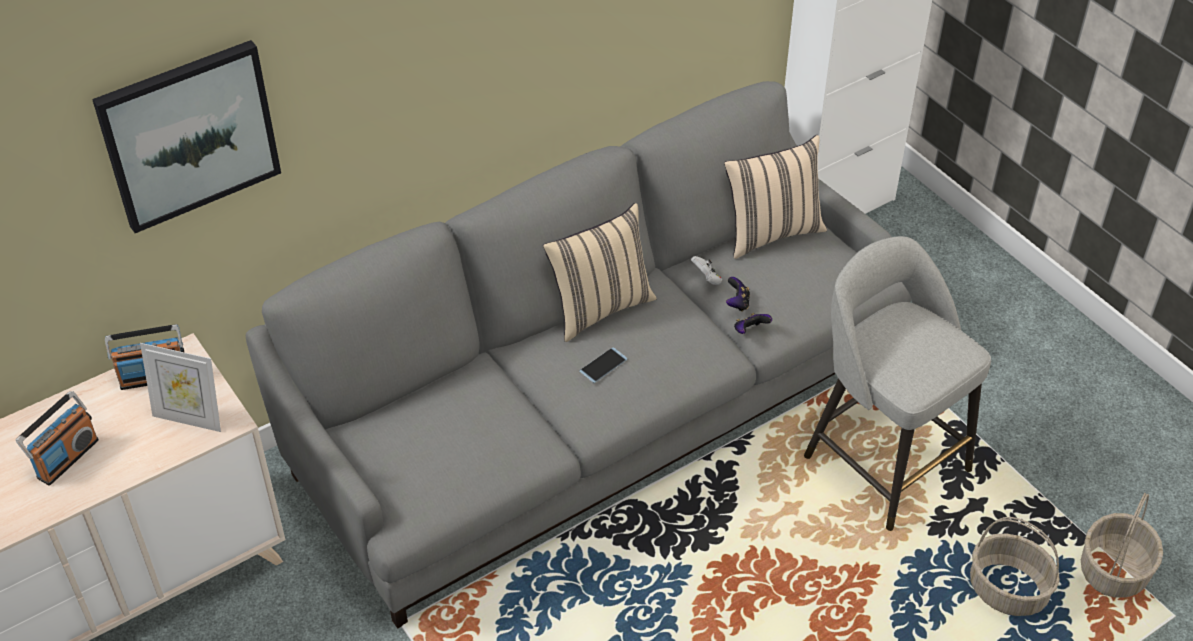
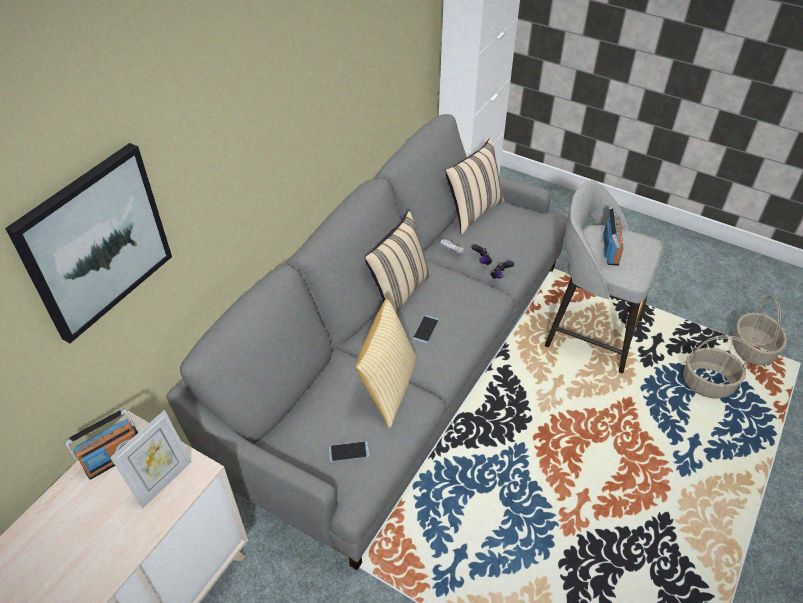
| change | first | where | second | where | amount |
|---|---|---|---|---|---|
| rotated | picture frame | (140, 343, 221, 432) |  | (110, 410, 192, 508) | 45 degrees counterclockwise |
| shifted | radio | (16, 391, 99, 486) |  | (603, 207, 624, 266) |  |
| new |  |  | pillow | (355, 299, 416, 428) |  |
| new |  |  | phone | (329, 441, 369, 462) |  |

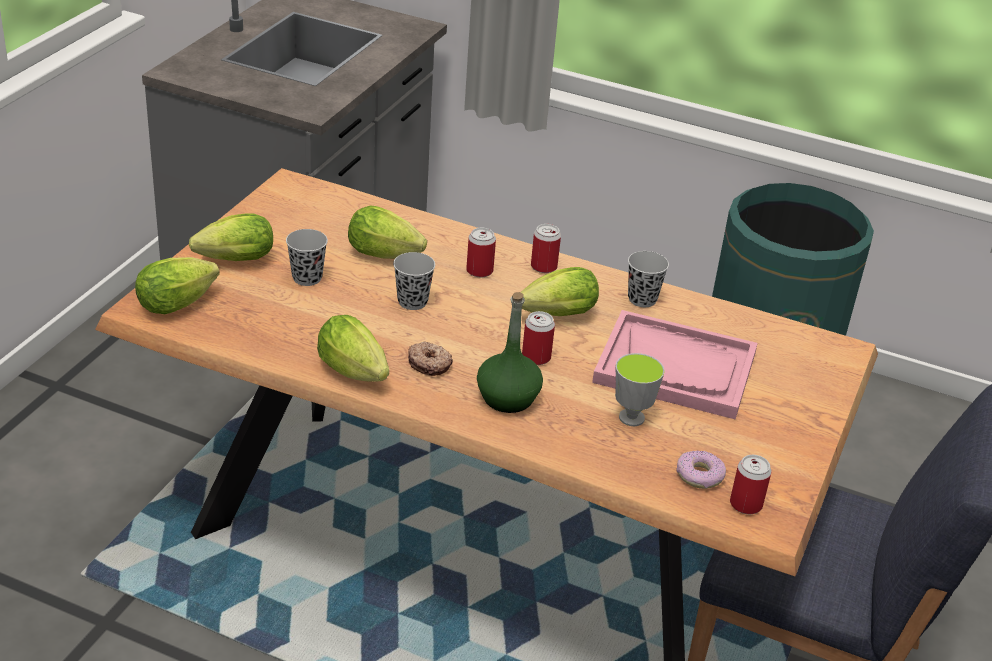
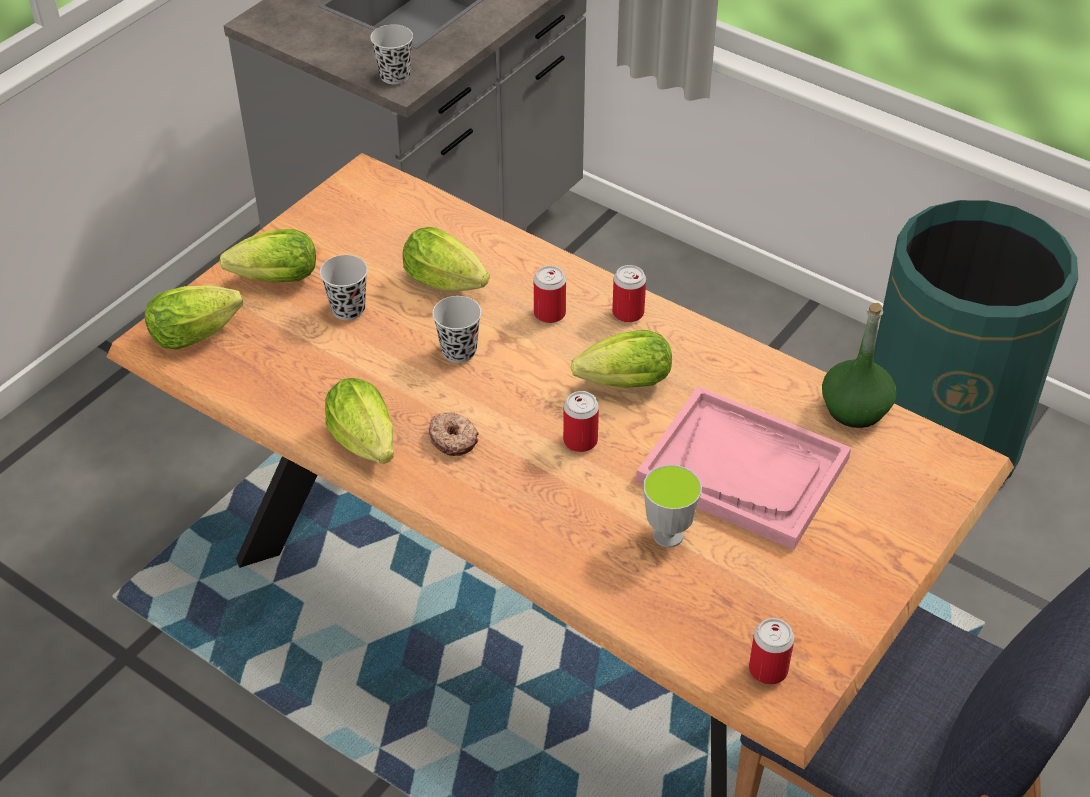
| change | first | where | second | where | amount |
|---|---|---|---|---|---|
| shifted | black cup | (628, 251, 669, 307) |  | (370, 24, 413, 84) |  |
| shifted | green bottle | (477, 292, 543, 413) |  | (822, 303, 896, 428) |  |
| gone | donut | (676, 450, 726, 489) |  |  |  |

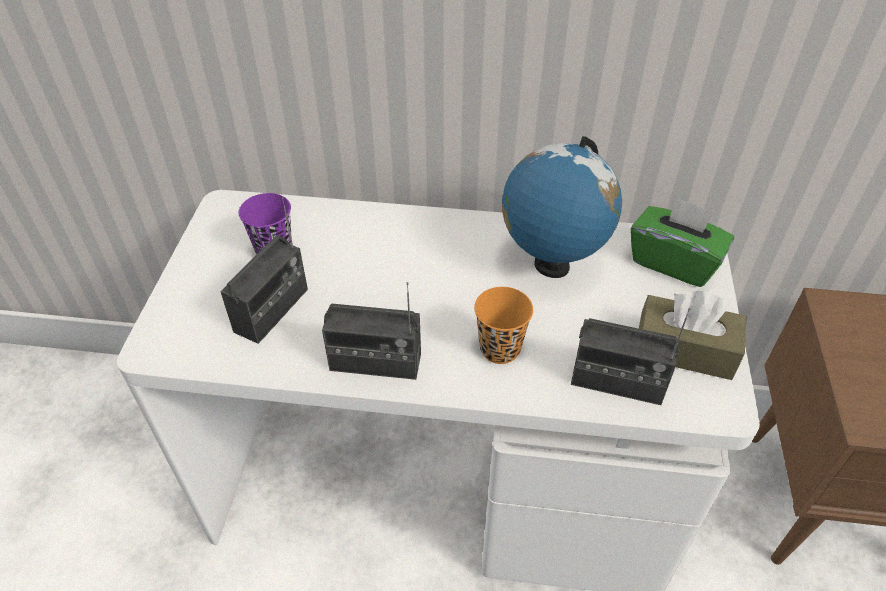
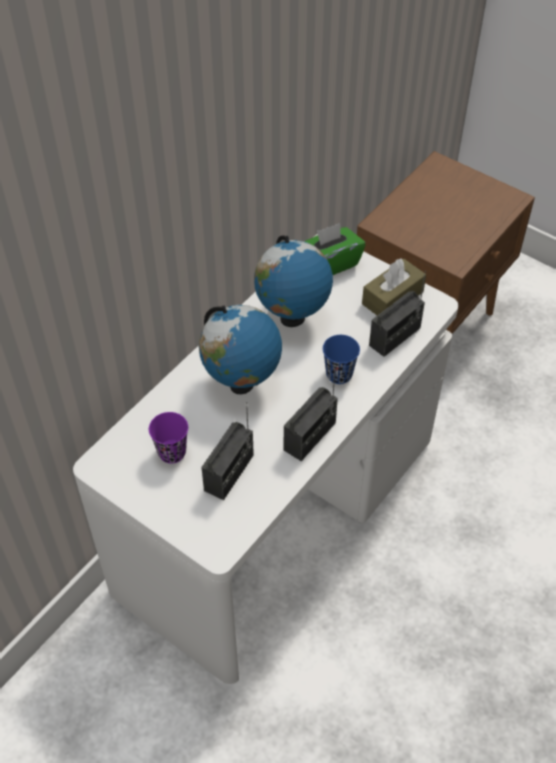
| change | first | where | second | where | amount |
|---|---|---|---|---|---|
| rotated | radio | (221, 197, 308, 344) |  | (201, 402, 254, 500) | 60 degrees clockwise |
| repainted | orange cup | (474, 287, 533, 364) | blue cup | (323, 335, 360, 384) |  |
| new |  |  | globe | (199, 305, 282, 394) |  |

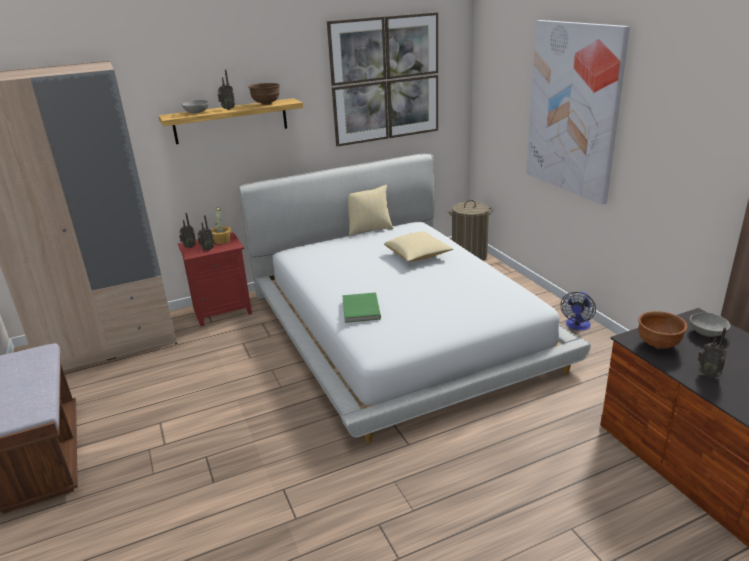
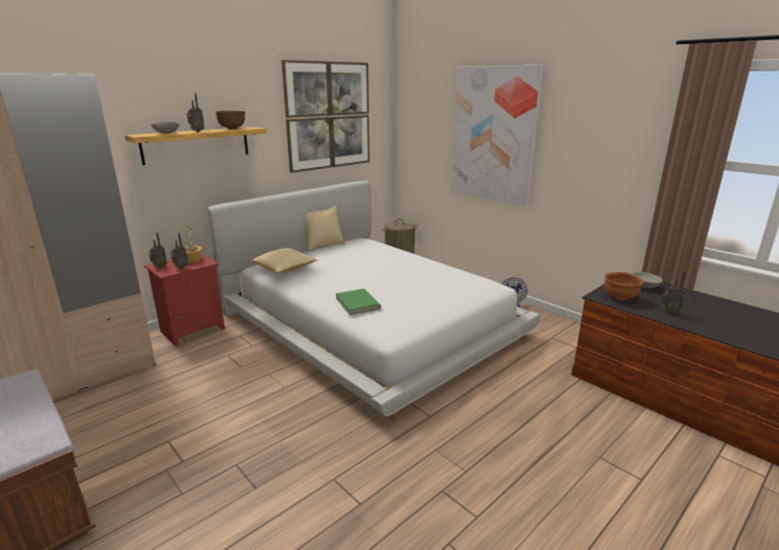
| change | first | where | second | where | amount |
|---|---|---|---|---|---|
| shifted | pillow | (384, 232, 453, 262) |  | (253, 248, 317, 273) |  |

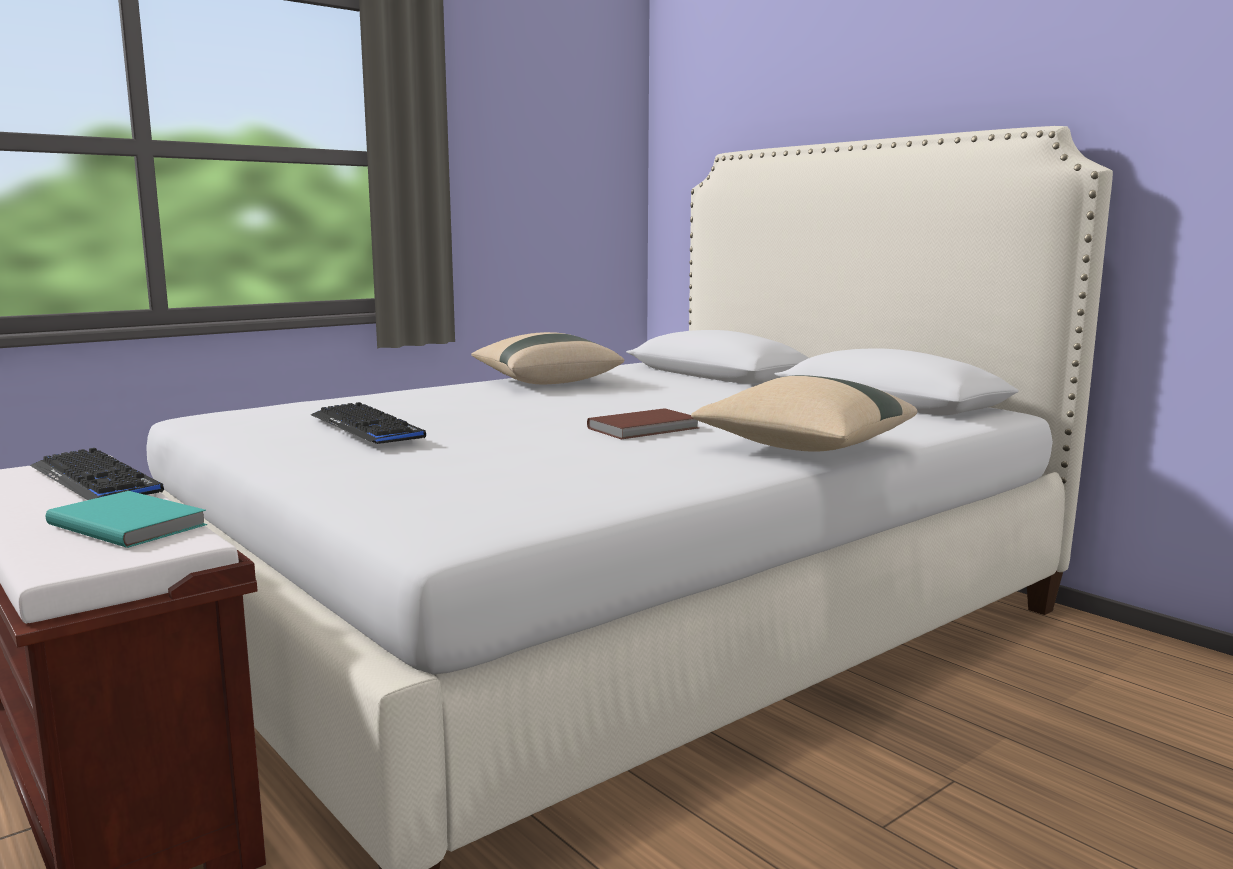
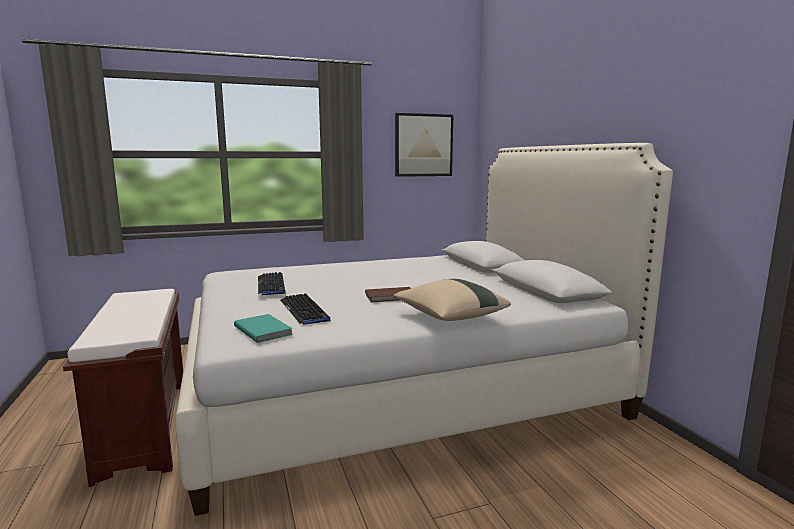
| change | first | where | second | where | amount |
|---|---|---|---|---|---|
| gone | beige pillow | (471, 332, 624, 384) |  |  |  |
| shifted | keyboard | (30, 448, 164, 500) |  | (281, 293, 330, 325) |  |
| shifted | turquoise book | (46, 491, 207, 548) |  | (234, 314, 293, 343) |  |
| new |  |  | picture | (395, 113, 453, 177) |  |

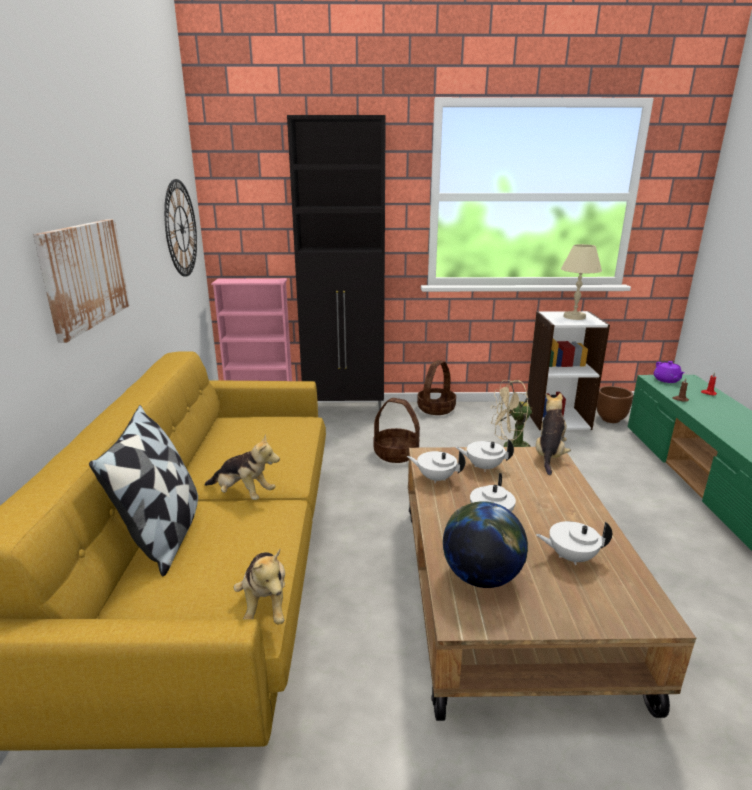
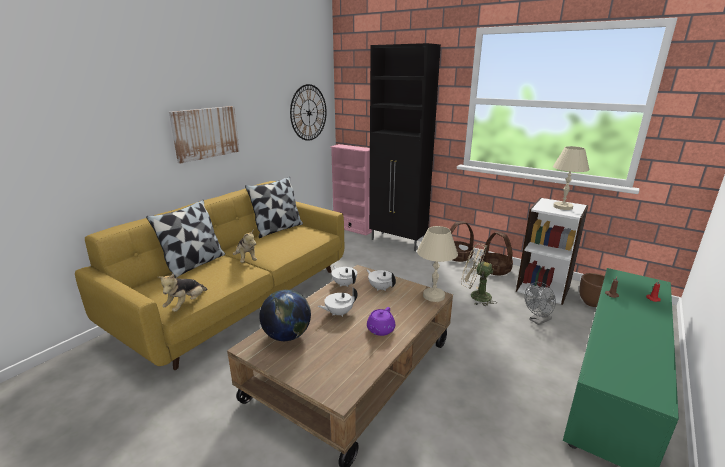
| change | first | where | second | where | amount |
|---|---|---|---|---|---|
| shifted | purple teapot | (654, 361, 685, 383) |  | (367, 307, 395, 336) |  |
| swapped | plush toy | (536, 393, 571, 475) | beige table lamp | (417, 226, 458, 302) |  |
| shifted | basket | (374, 398, 420, 463) |  | (481, 232, 513, 275) |  |
| gone | white teapot | (536, 521, 612, 565) |  |  |  |
| new |  |  | pillow | (245, 177, 303, 238) |  |
| new |  |  | grey fan | (525, 282, 556, 325) |  |

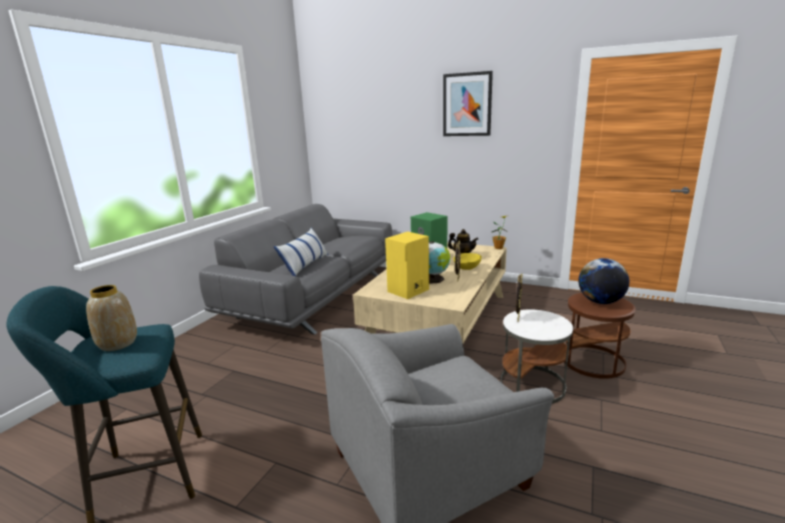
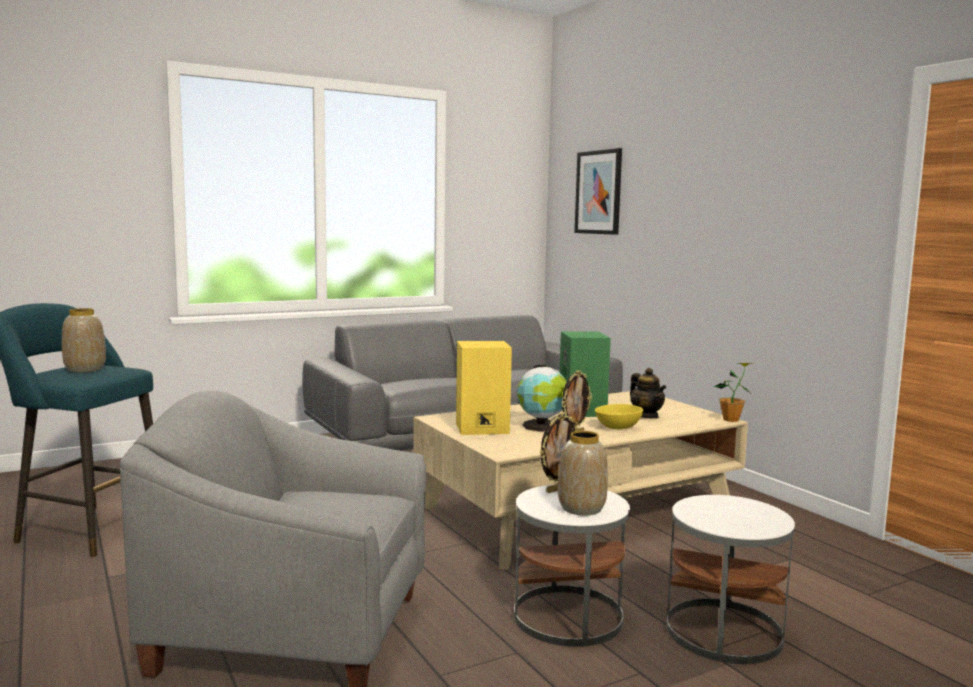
| change | first | where | second | where | amount |
|---|---|---|---|---|---|
| shifted | picture | (443, 71, 493, 136) |  | (575, 148, 622, 235) |  |
| gone | pillow | (274, 228, 329, 276) |  |  |  |
| gone | globe | (578, 258, 629, 304) |  |  |  |
| repainted | brown side table | (564, 293, 636, 379) | white side table | (666, 495, 795, 664) |  |
| new |  |  | vase | (558, 431, 608, 516) |  |

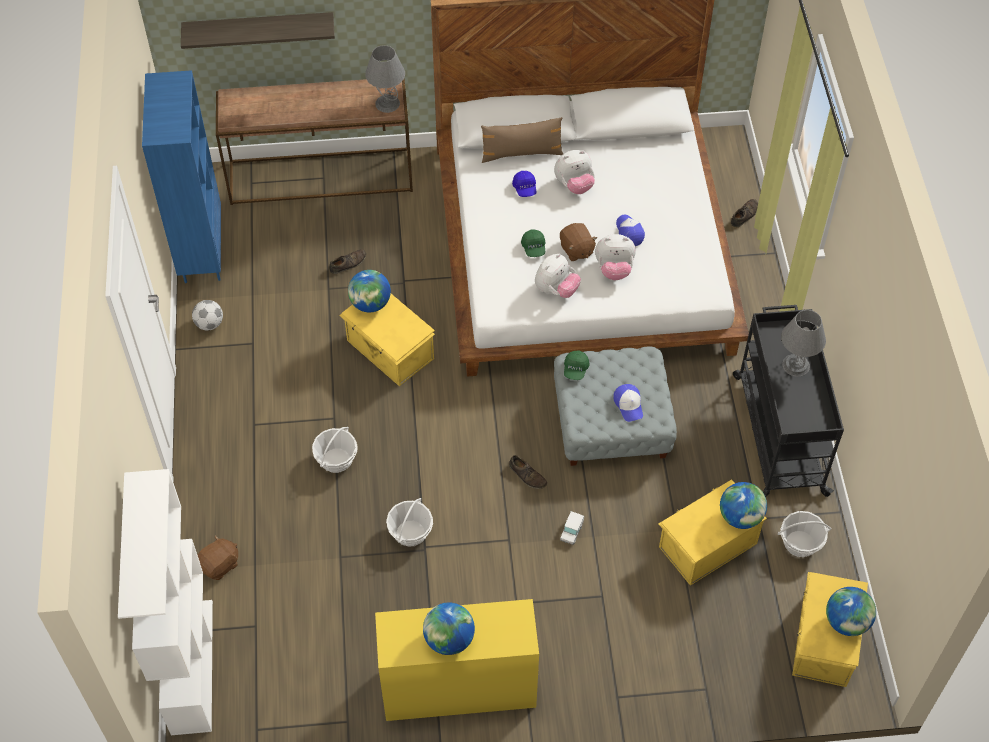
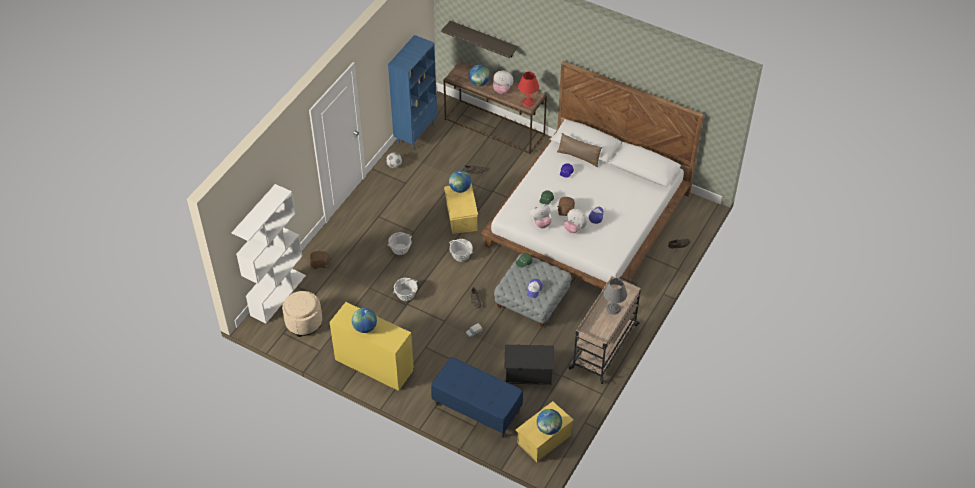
| change | first | where | second | where | amount |
|---|---|---|---|---|---|
| repainted | grey table lamp | (365, 45, 405, 113) | red table lamp | (518, 72, 539, 107) |  |
| shifted | plush toy | (554, 150, 595, 194) |  | (493, 71, 513, 94) |  |
| repainted | black cart | (733, 305, 844, 497) | beige cart | (568, 276, 641, 384) |  |
| repainted | yellow storage box | (658, 479, 767, 585) | black storage box | (504, 344, 554, 385) |  |
| shifted | globe | (720, 482, 767, 529) |  | (469, 65, 490, 86) |  |
| shifted | basket | (778, 511, 831, 557) |  | (449, 239, 473, 262) |  |
| new |  |  | beige ottoman | (282, 291, 322, 337) |  |
| new |  |  | blue bench | (431, 357, 523, 438) |  |

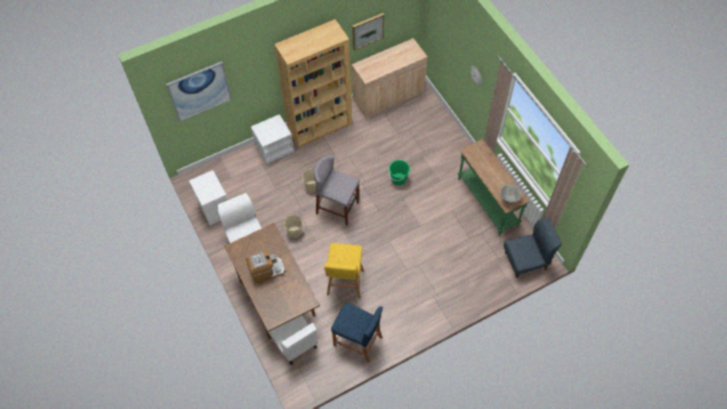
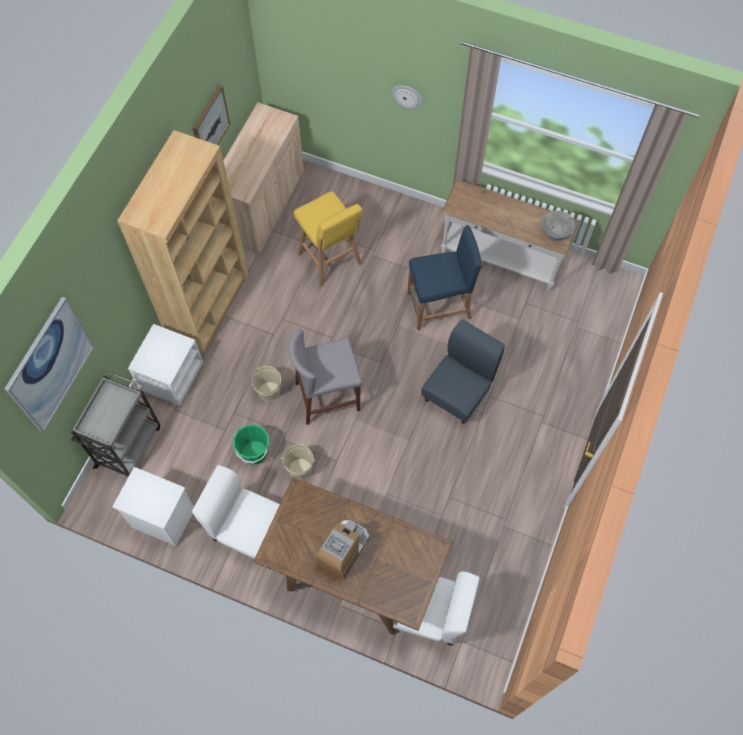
| change | first | where | second | where | amount |
|---|---|---|---|---|---|
| repainted | green console table | (458, 139, 530, 236) | white console table | (441, 179, 580, 292) |  |
| shifted | green bucket | (389, 160, 410, 185) |  | (233, 424, 269, 465) |  |
| shifted | blue chair | (504, 217, 562, 278) |  | (421, 320, 505, 424) |  |
| shifted | yellow stool | (324, 243, 364, 299) |  | (294, 191, 362, 286) |  |
| shifted | blue stool | (331, 302, 383, 362) |  | (407, 225, 482, 330) |  |
| new |  |  | grey cart | (71, 372, 160, 477) |  |

